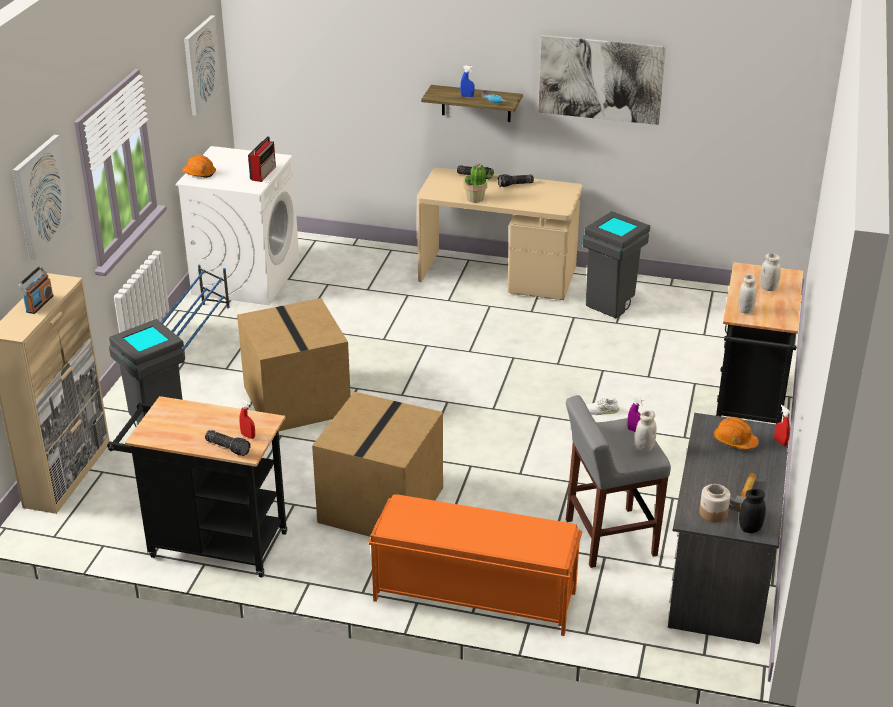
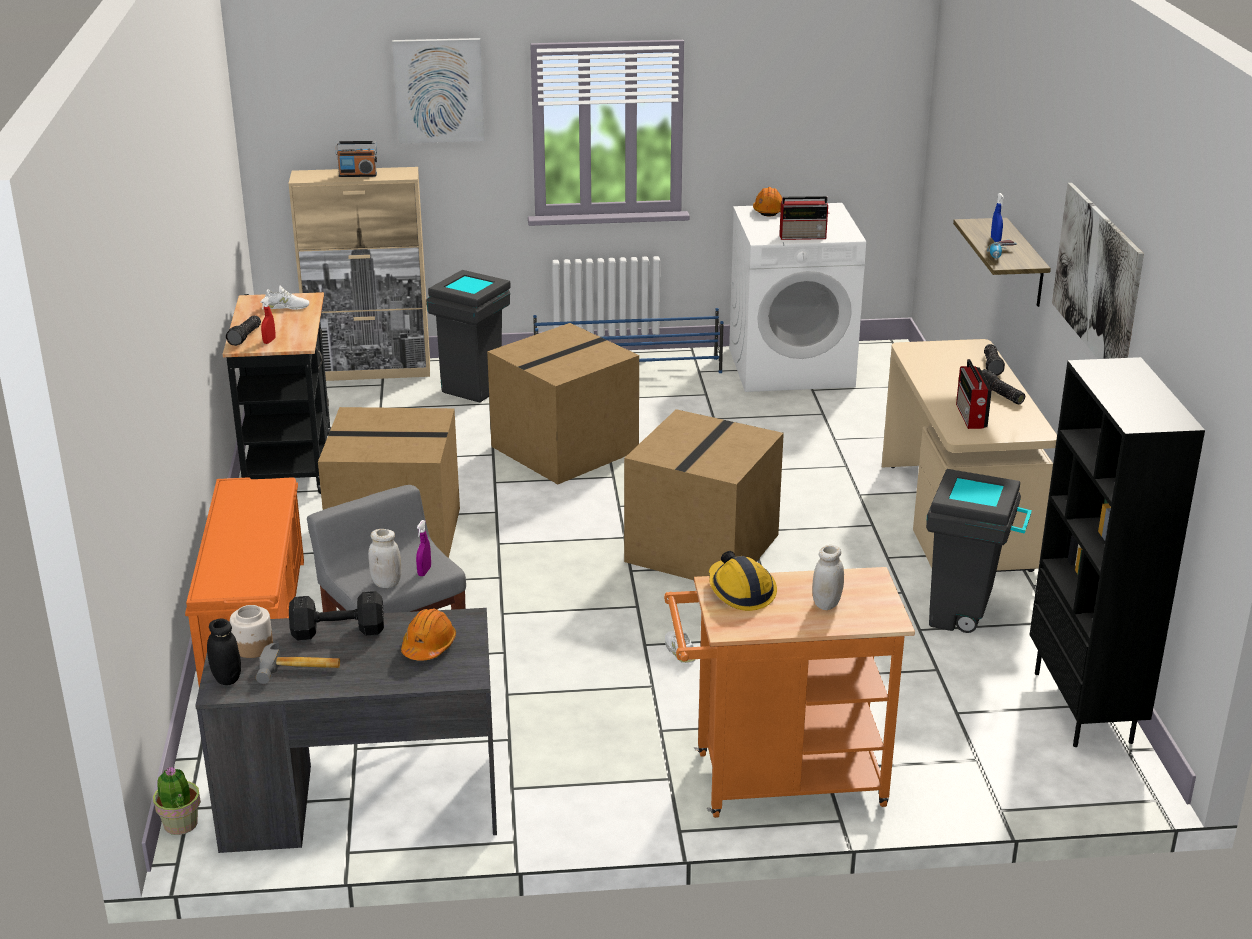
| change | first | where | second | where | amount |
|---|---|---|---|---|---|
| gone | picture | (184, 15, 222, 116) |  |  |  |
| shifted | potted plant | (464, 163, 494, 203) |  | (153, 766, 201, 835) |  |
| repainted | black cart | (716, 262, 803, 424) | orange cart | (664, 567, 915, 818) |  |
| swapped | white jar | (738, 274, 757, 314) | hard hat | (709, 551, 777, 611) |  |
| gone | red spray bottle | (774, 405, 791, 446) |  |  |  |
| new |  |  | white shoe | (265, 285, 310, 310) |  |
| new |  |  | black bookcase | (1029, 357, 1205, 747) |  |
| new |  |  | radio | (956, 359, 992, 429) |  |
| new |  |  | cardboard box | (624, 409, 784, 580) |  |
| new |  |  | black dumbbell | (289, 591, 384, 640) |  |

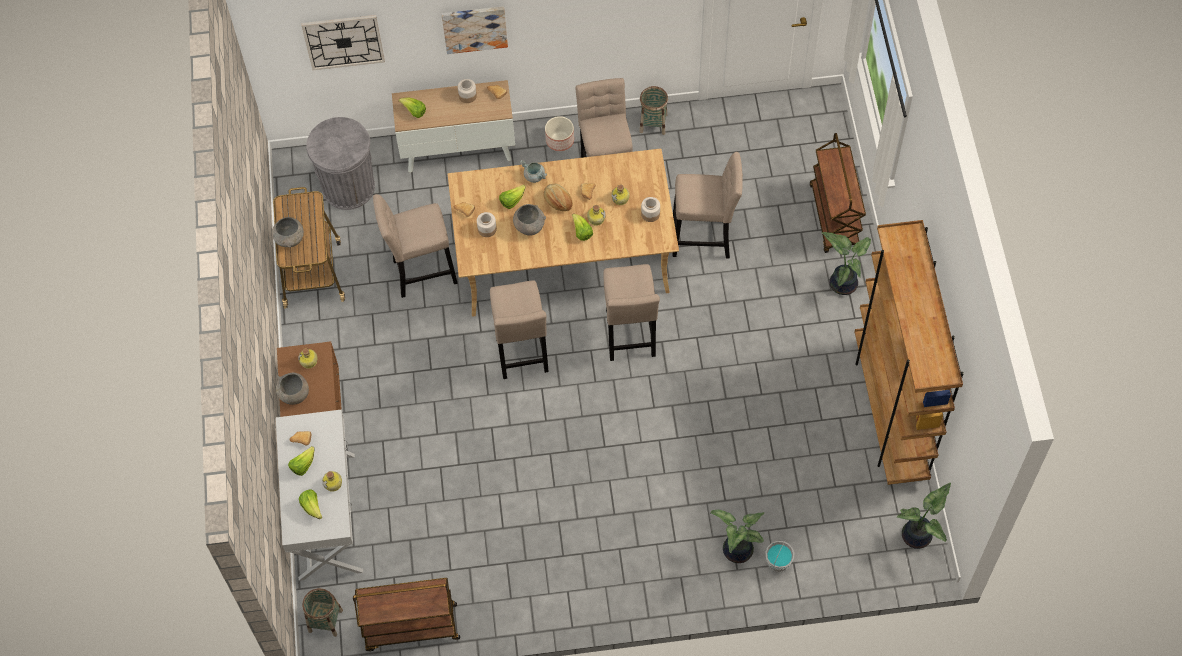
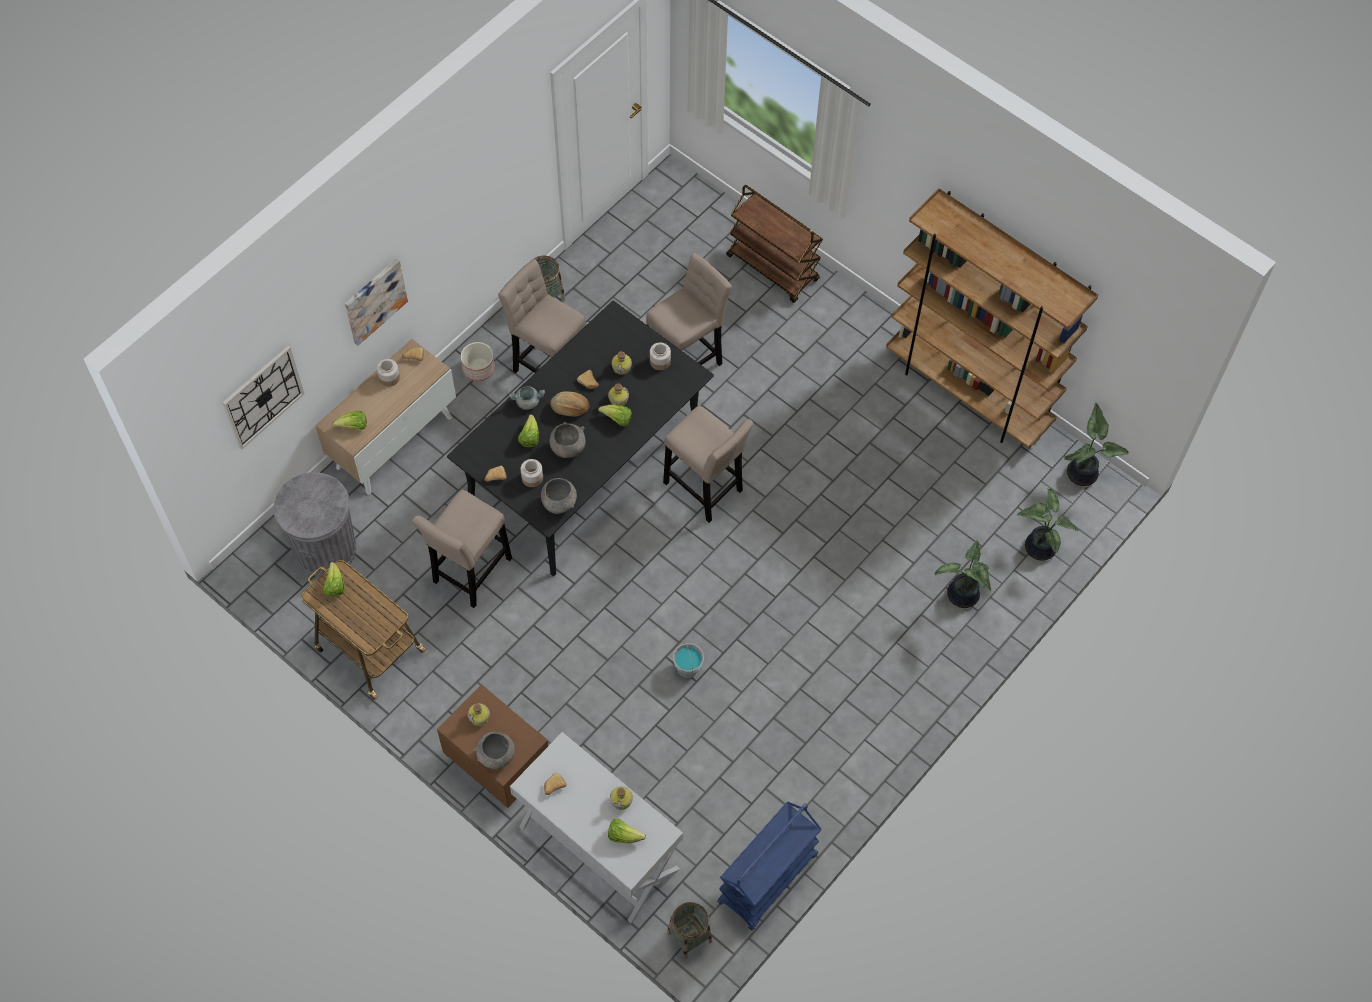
| change | first | where | second | where | amount |
|---|---|---|---|---|---|
| repainted | beige dining table | (448, 149, 679, 317) | black dining table | (447, 300, 714, 577) |  |
| shifted | grey bowl | (272, 217, 304, 248) |  | (541, 478, 577, 514) |  |
| shifted | potted plant | (822, 232, 871, 295) |  | (1017, 488, 1079, 561) |  |
| gone | beige stool | (490, 280, 549, 379) |  |  |  |
| shifted | lettuce | (288, 446, 315, 476) |  | (323, 562, 345, 597) |  |
| shifted | grey bucket | (765, 540, 795, 573) |  | (673, 641, 704, 678) |  |
| repainted | brown cart | (353, 578, 460, 651) | blue cart | (717, 801, 821, 931) |  |

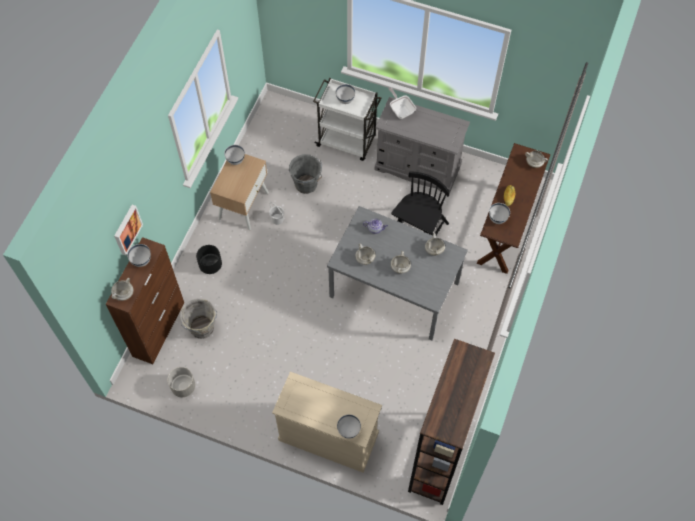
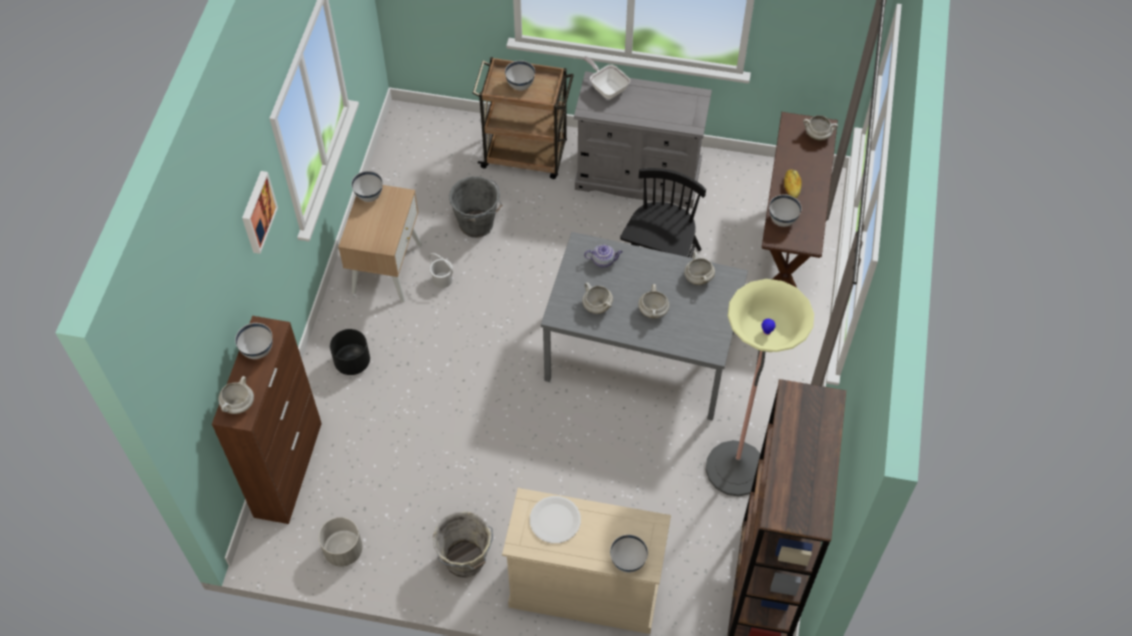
| change | first | where | second | where | amount |
|---|---|---|---|---|---|
| repainted | white cart | (313, 78, 381, 161) | brown cart | (472, 57, 574, 179) |  |
| shifted | picture | (114, 205, 143, 255) |  | (242, 171, 278, 254) |  |
| shifted | grey bucket | (180, 298, 217, 339) |  | (433, 511, 493, 578) |  |
| new |  |  | floor lamp | (706, 279, 814, 497) |  |
| new |  |  | white plate | (530, 496, 581, 543) |  |

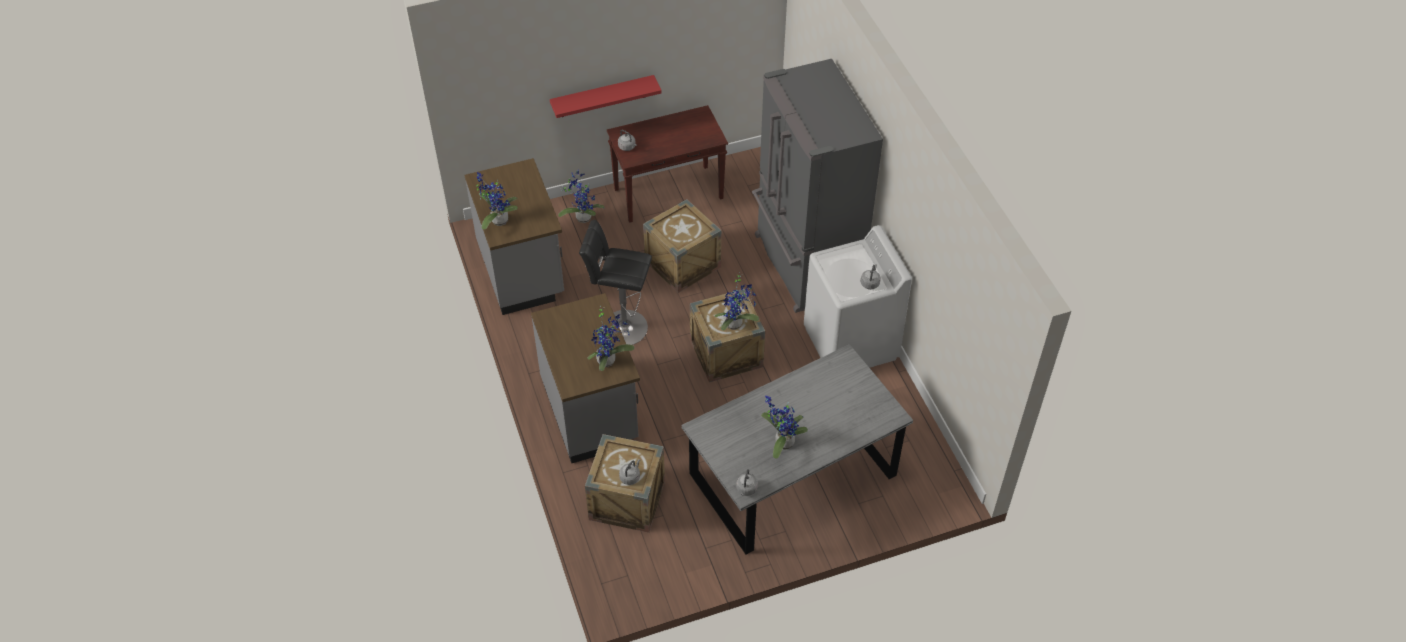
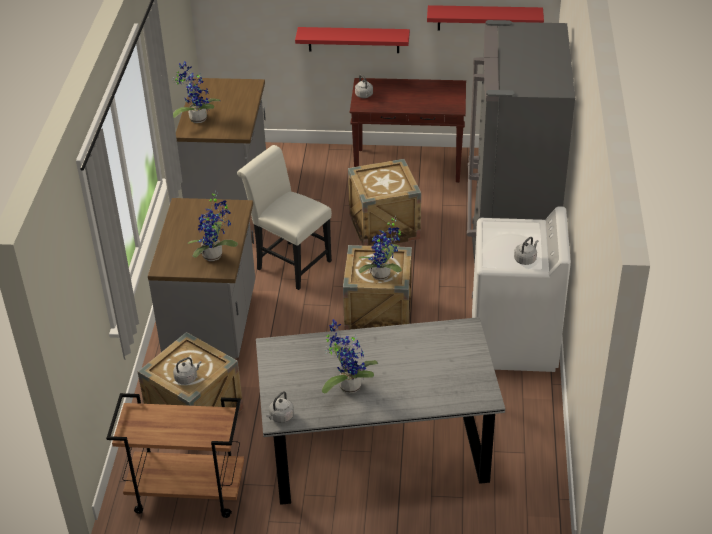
| change | first | where | second | where | amount |
|---|---|---|---|---|---|
| gone | potted plant | (558, 169, 605, 223) |  |  |  |
| swapped | black stool | (579, 220, 652, 345) | white chair | (237, 145, 332, 290) |  |
| new |  |  | red shelf | (427, 5, 544, 31) |  |
| new |  |  | brown cart | (106, 393, 244, 518) |  |

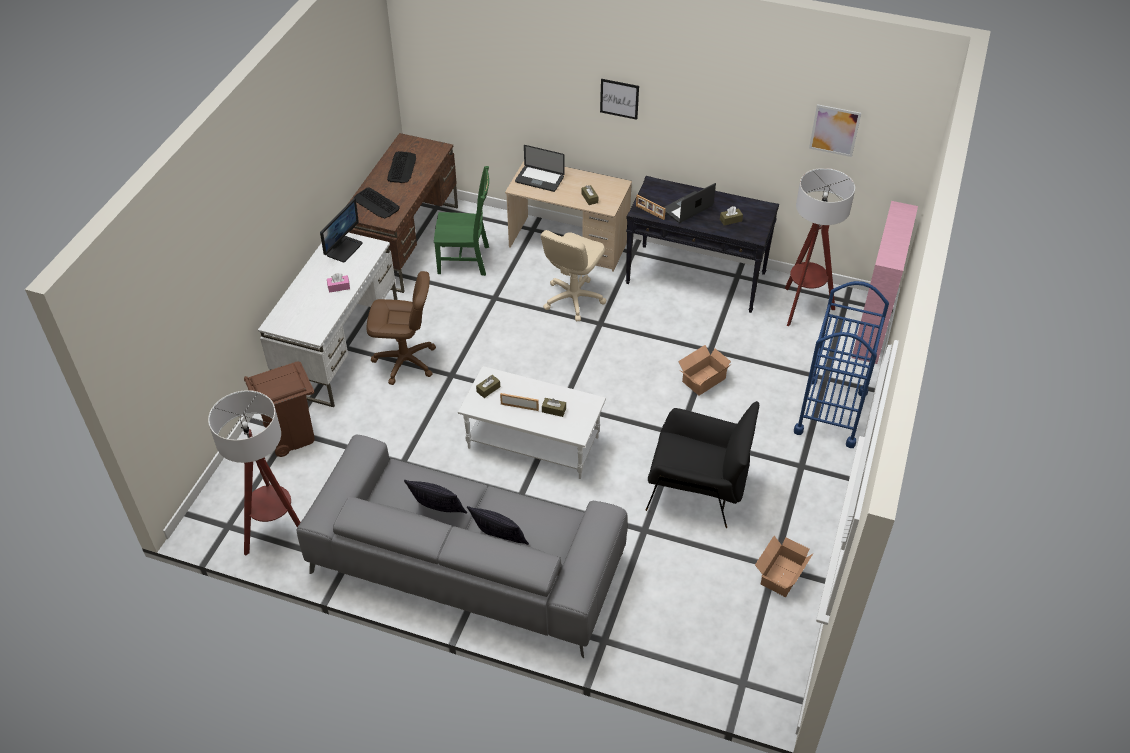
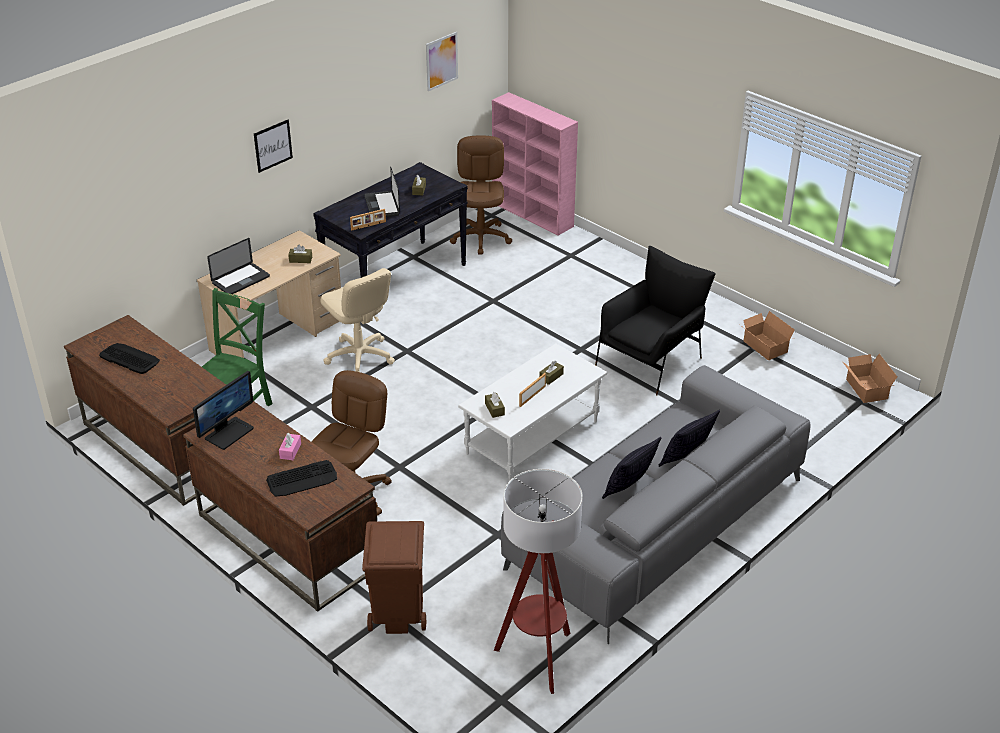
| change | first | where | second | where | amount |
|---|---|---|---|---|---|
| swapped | floor lamp | (785, 168, 855, 327) | brown office chair | (450, 135, 512, 255) |  |
| shifted | keyboard | (354, 188, 400, 218) |  | (266, 460, 337, 497) |  |
| rotated | monitor | (320, 198, 363, 262) |  | (193, 371, 254, 450) | 75 degrees clockwise |
| repainted | white desk | (258, 232, 397, 407) | brown desk | (183, 401, 377, 612) |  |
| gone | blue cart | (794, 281, 889, 448) |  |  |  |
| shifted | cardboard box | (678, 345, 731, 396) |  | (842, 354, 897, 403) |  |

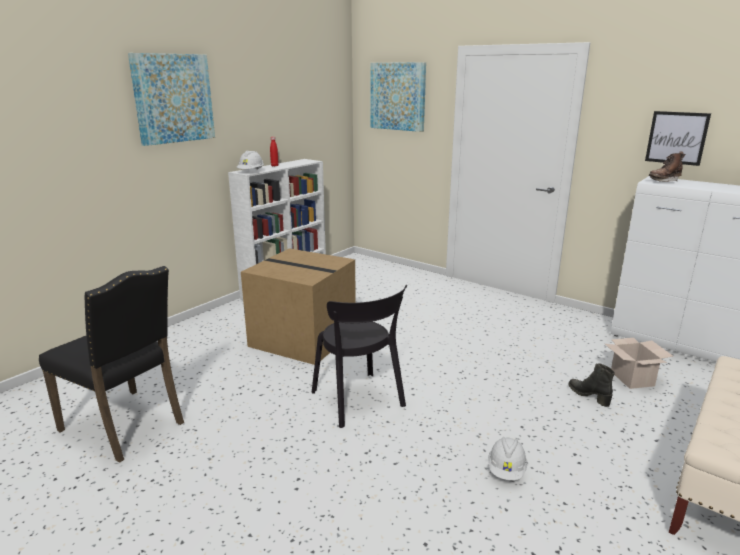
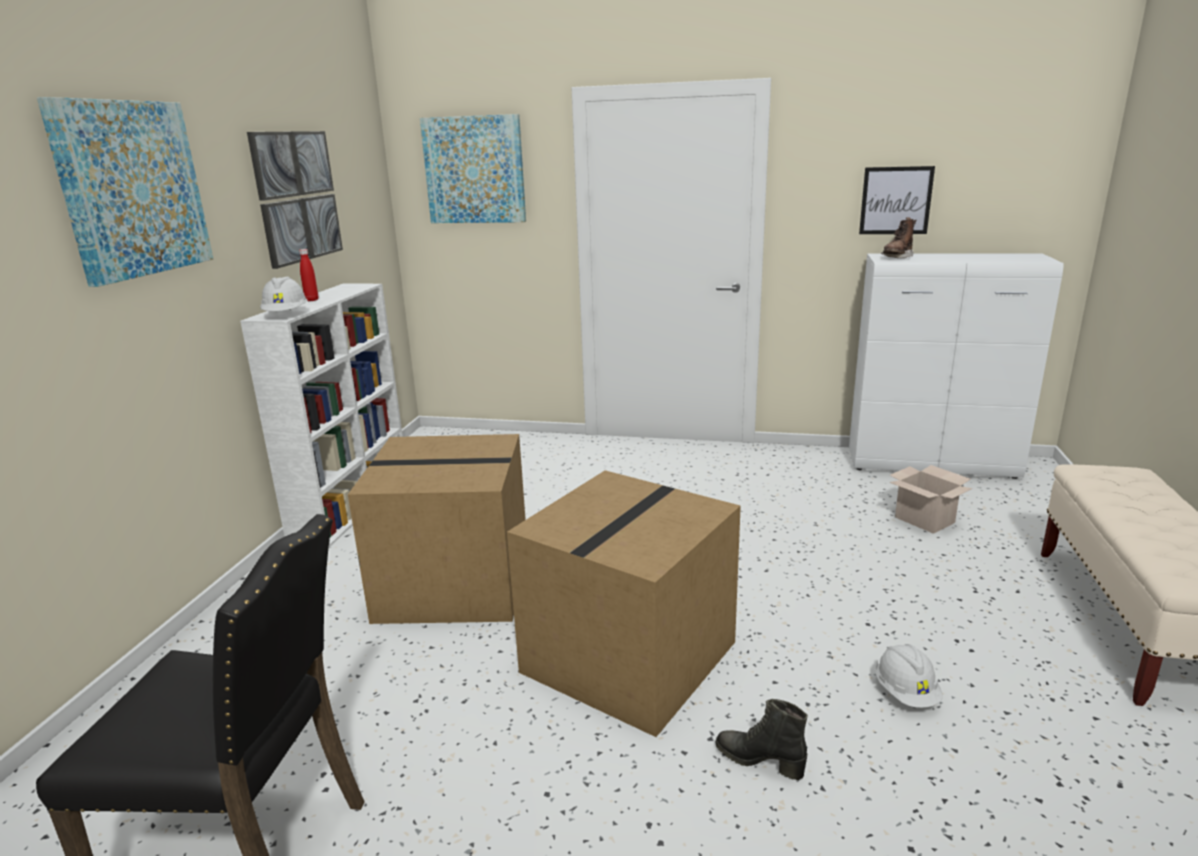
| change | first | where | second | where | amount |
|---|---|---|---|---|---|
| swapped | black chair | (312, 284, 407, 428) | cardboard box | (507, 470, 741, 737) |  |
| shifted | black boot | (568, 363, 615, 407) |  | (715, 699, 808, 780) |  |
| new |  |  | picture | (247, 131, 343, 269) |  |

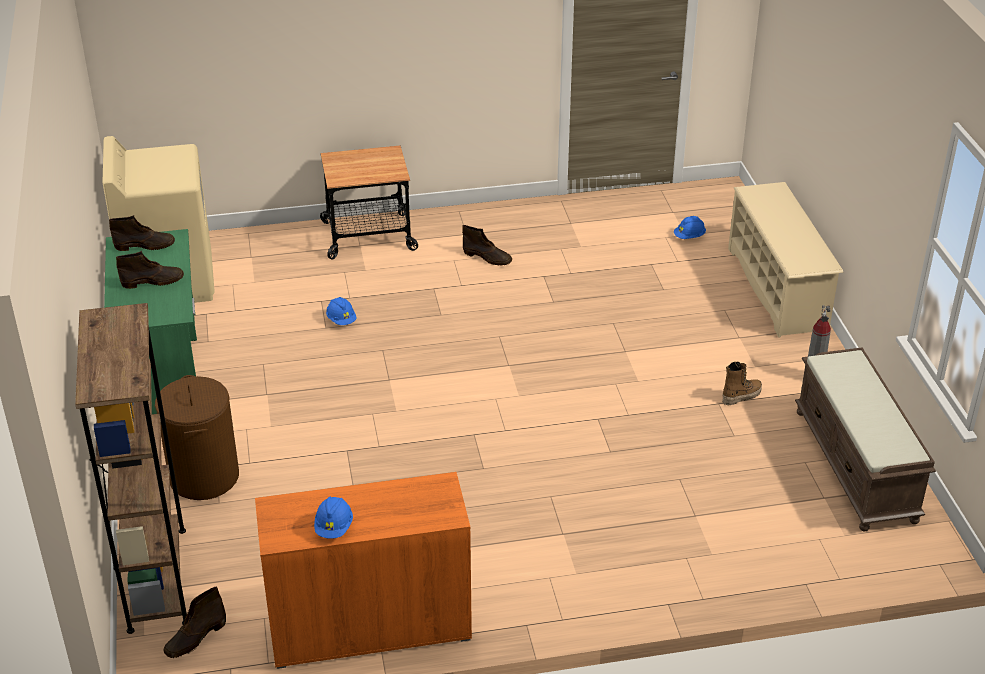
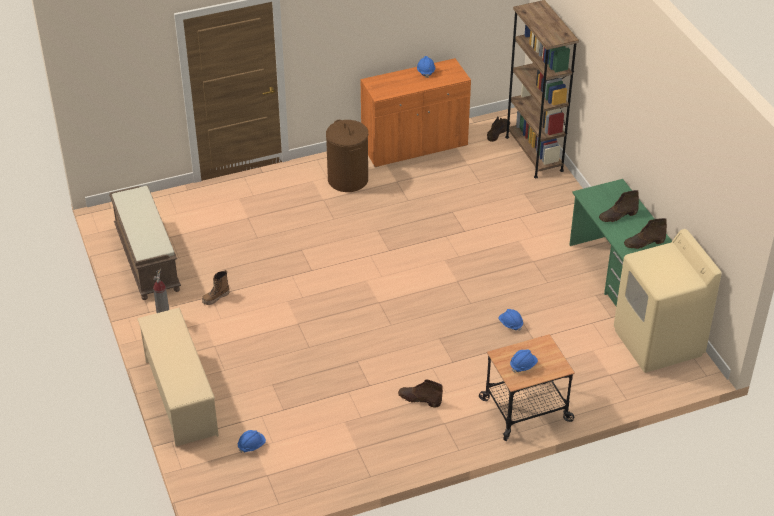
| change | first | where | second | where | amount |
|---|---|---|---|---|---|
| shifted | brown laundry basket | (155, 375, 239, 500) |  | (326, 120, 368, 192) |  |
| new |  |  | blue hard hat | (510, 350, 538, 373) |  |

